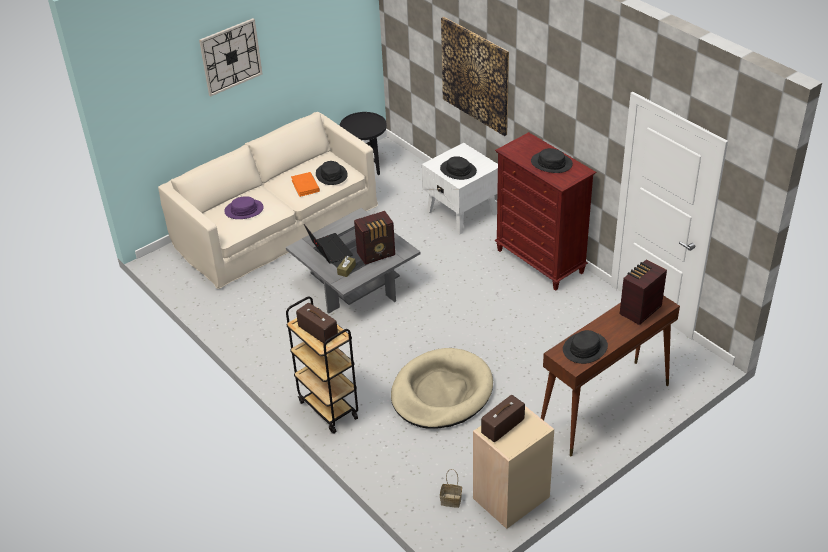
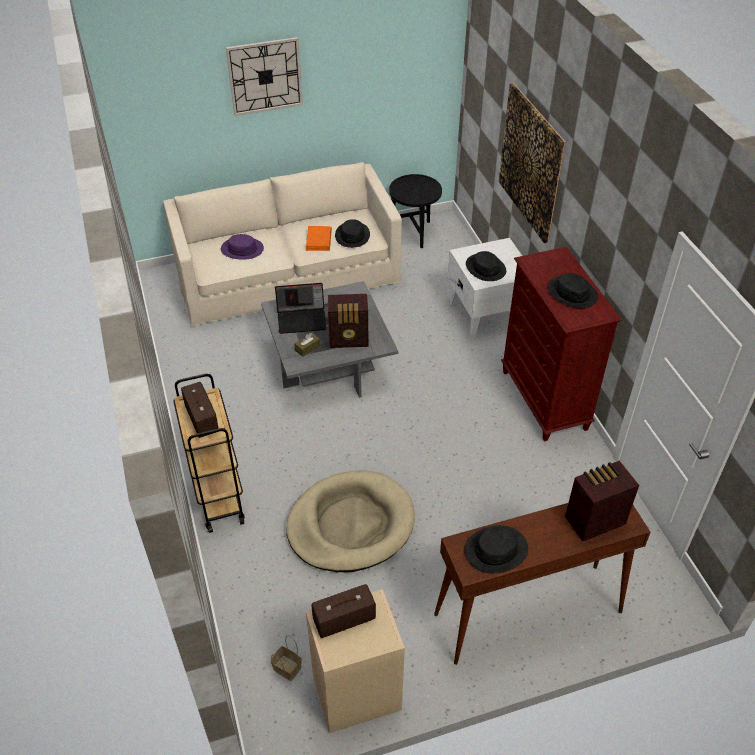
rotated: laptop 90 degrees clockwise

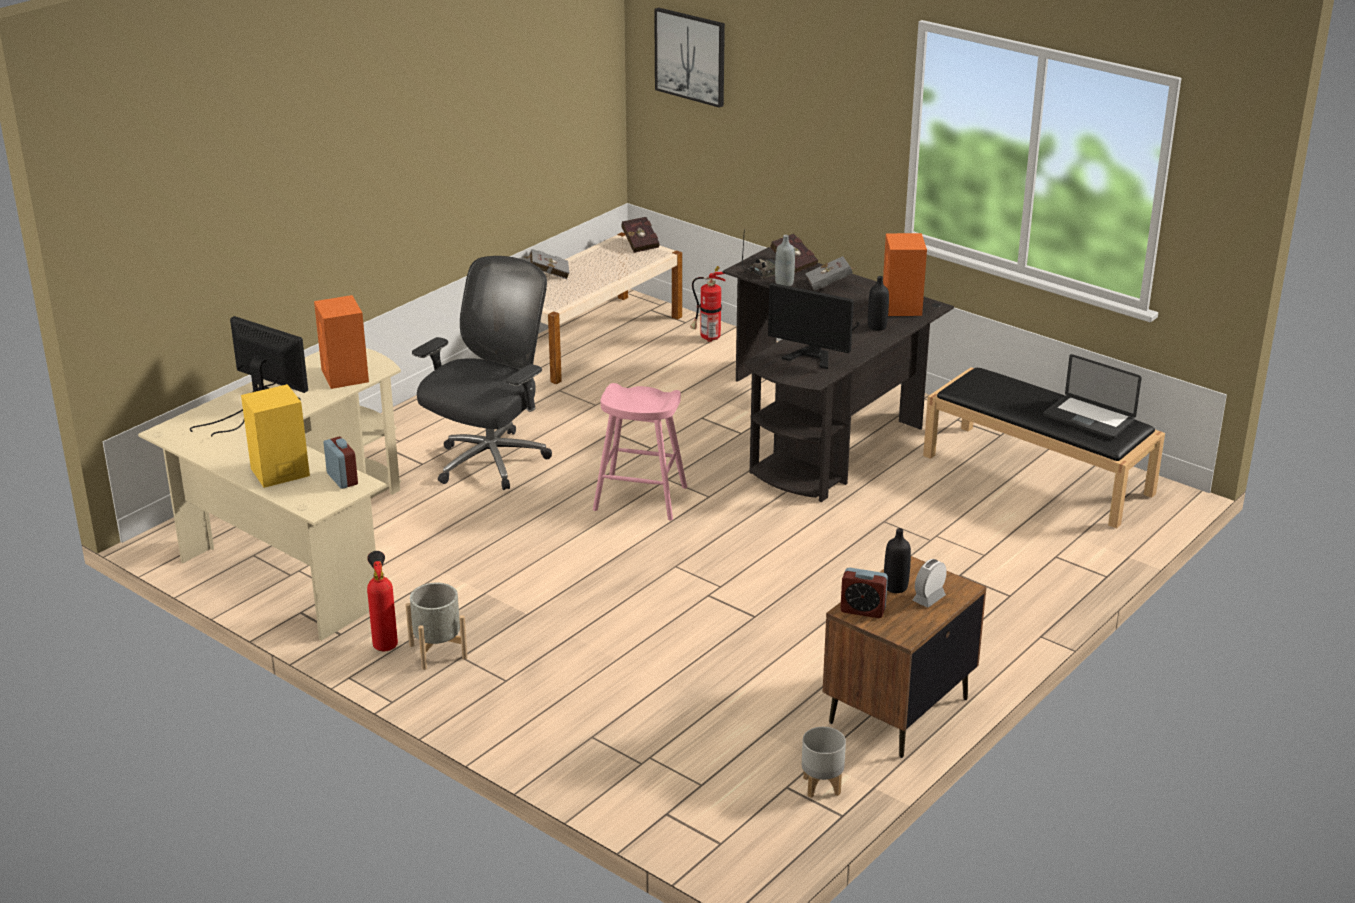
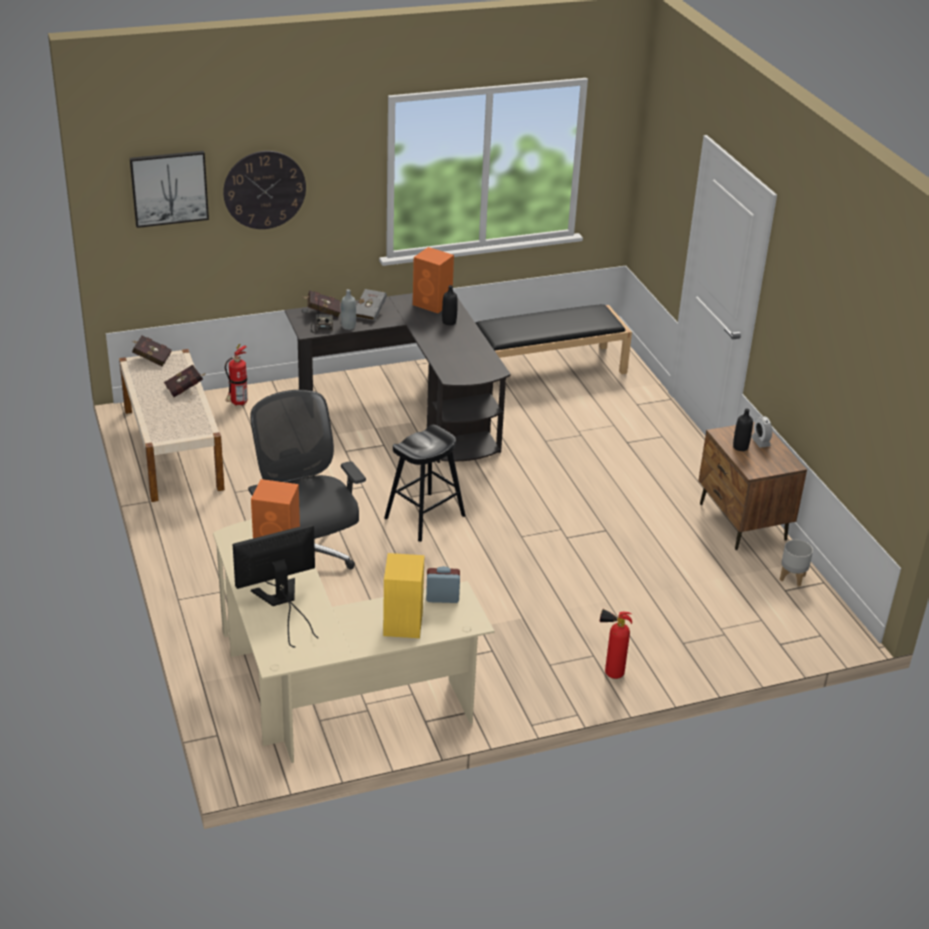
gone: grey planter (no. 1 from left); grey book (no. 1 from left); monitor (no. 2 from left); alarm clock (no. 2 from left); laptop
new: red book (no. 2 from left); wall clock
shifted: fire extinguisher (no. 1 from left in the first image) to fire extinguisher (no. 2 from left)
repainted: pink stool to black stool

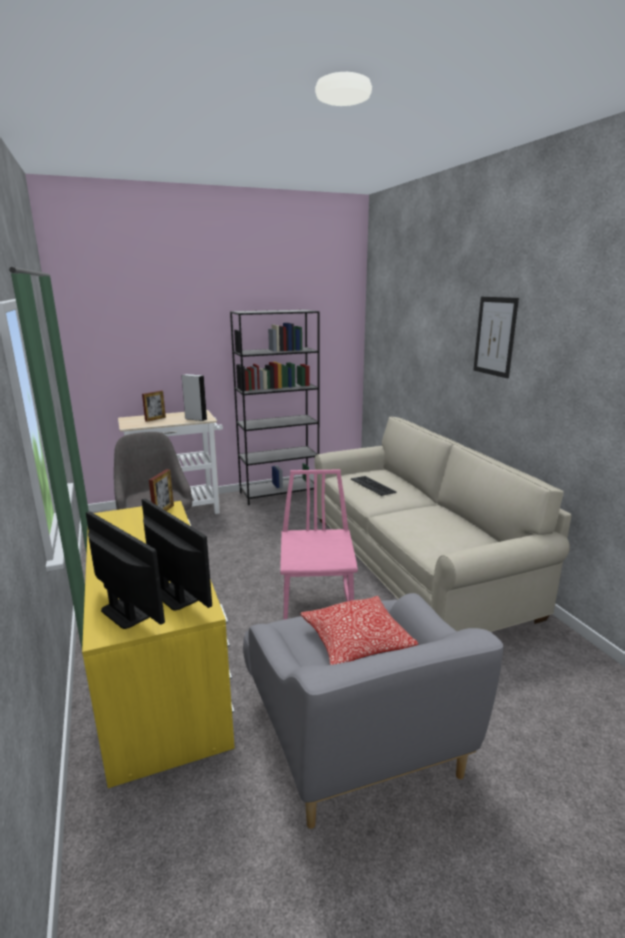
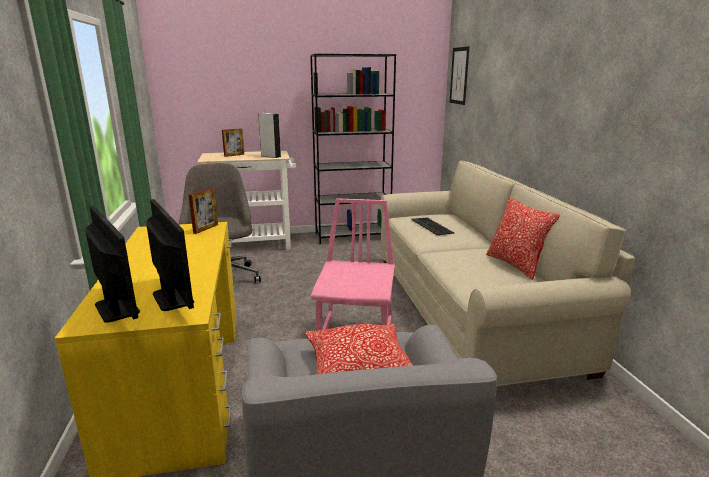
new: pillow (no. 2 from left)
shifted: picture

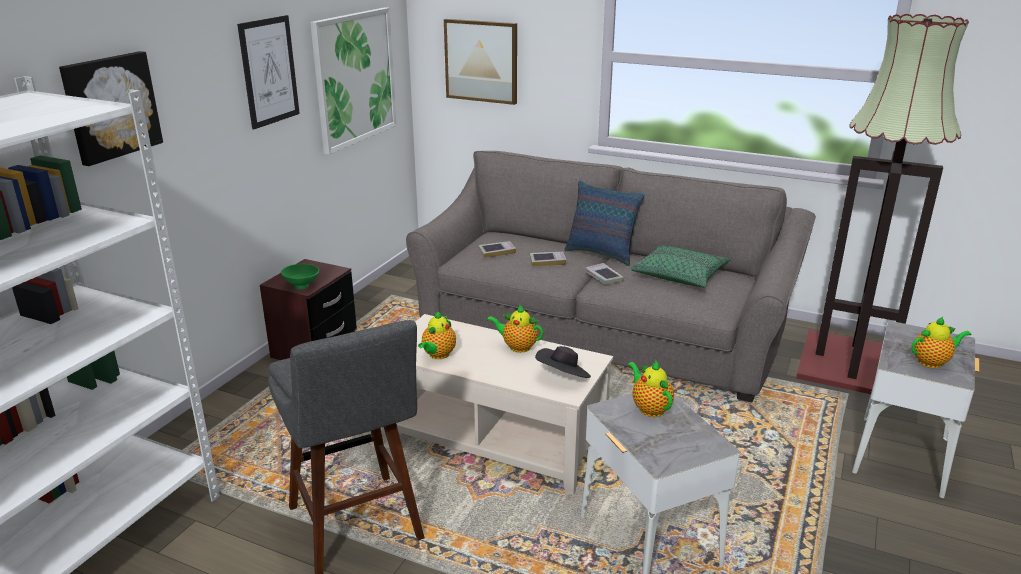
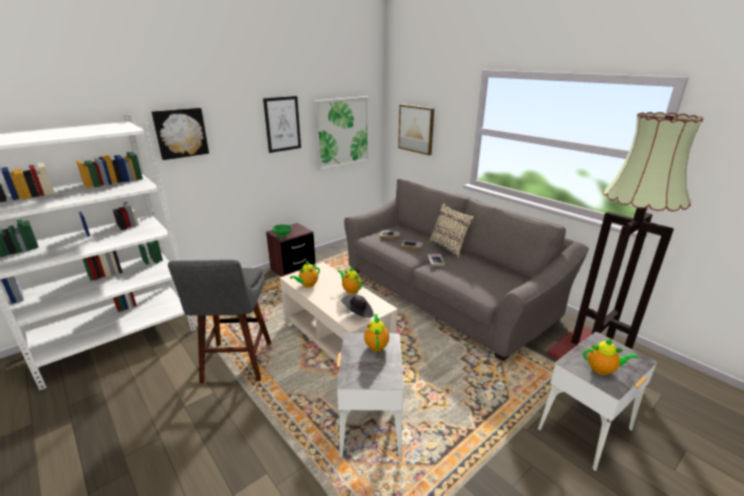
gone: green pillow
repainted: blue pillow to beige pillow

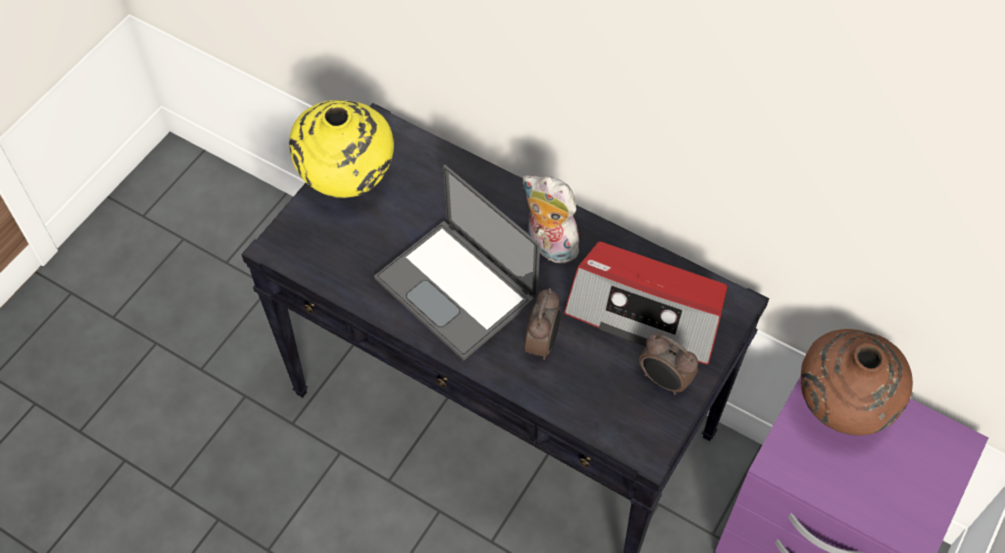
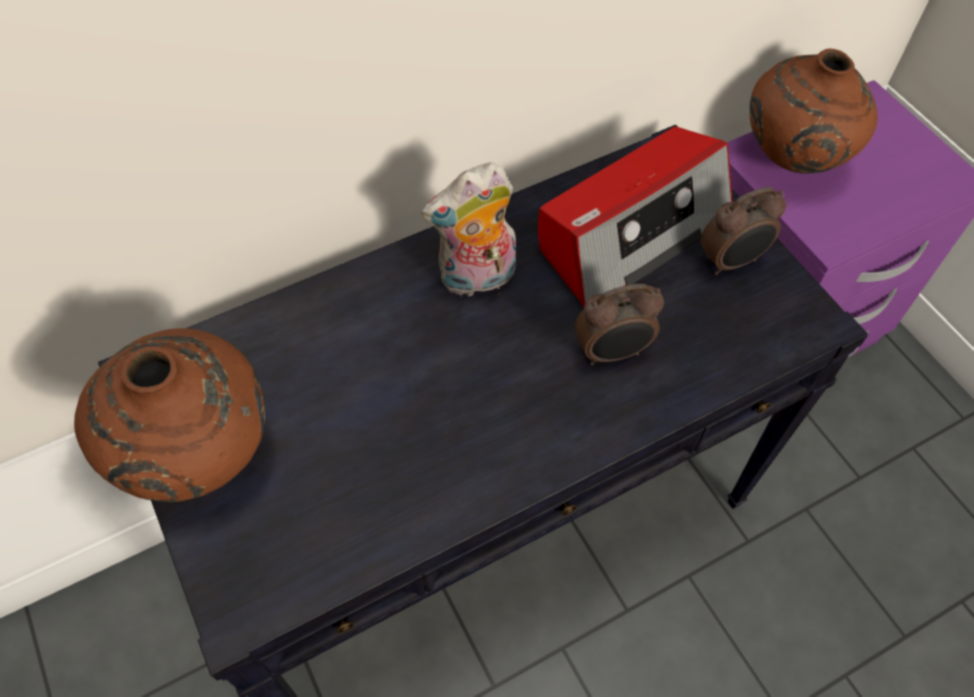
gone: laptop
repainted: yellow vase to brown vase (no. 1 from left)
rotated: alarm clock (no. 1 from left) 120 degrees clockwise

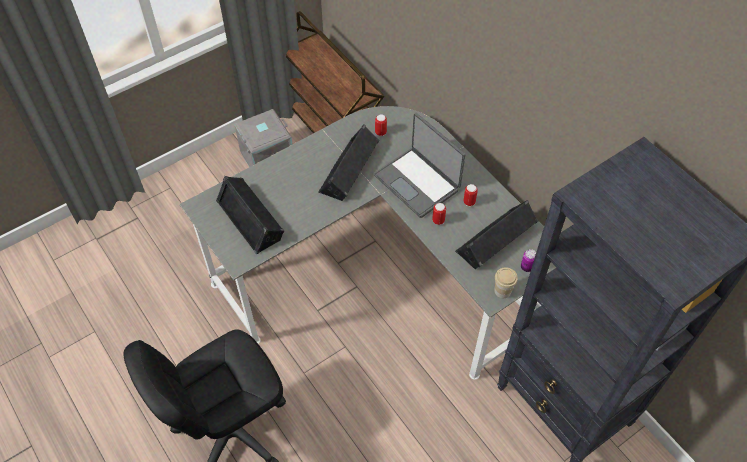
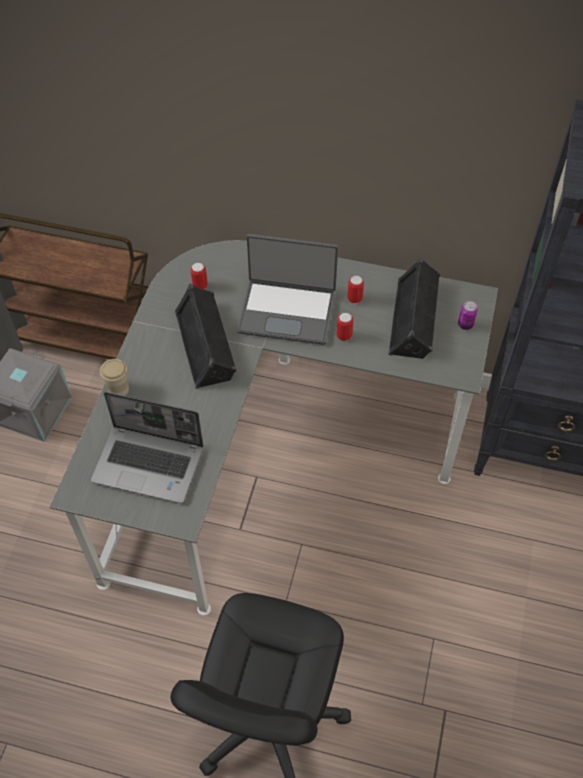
shifted: cup
swapped: black speaker (no. 1 from left) to laptop (no. 1 from left)

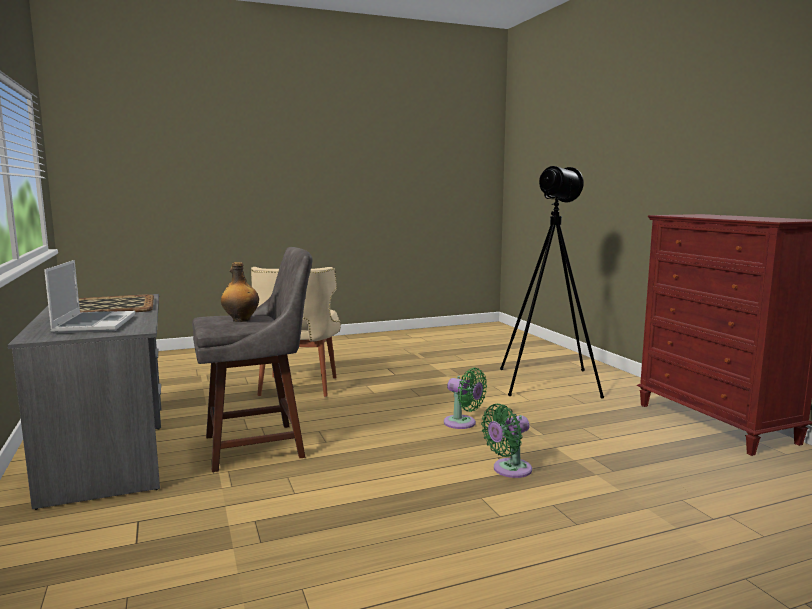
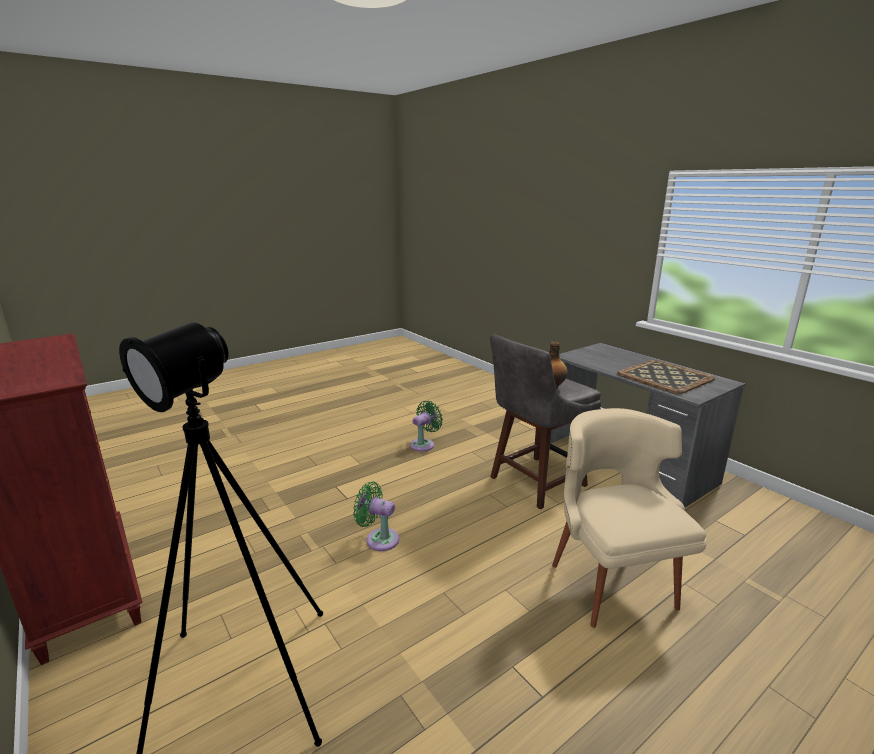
gone: laptop
shifted: green fan (no. 2 from left)

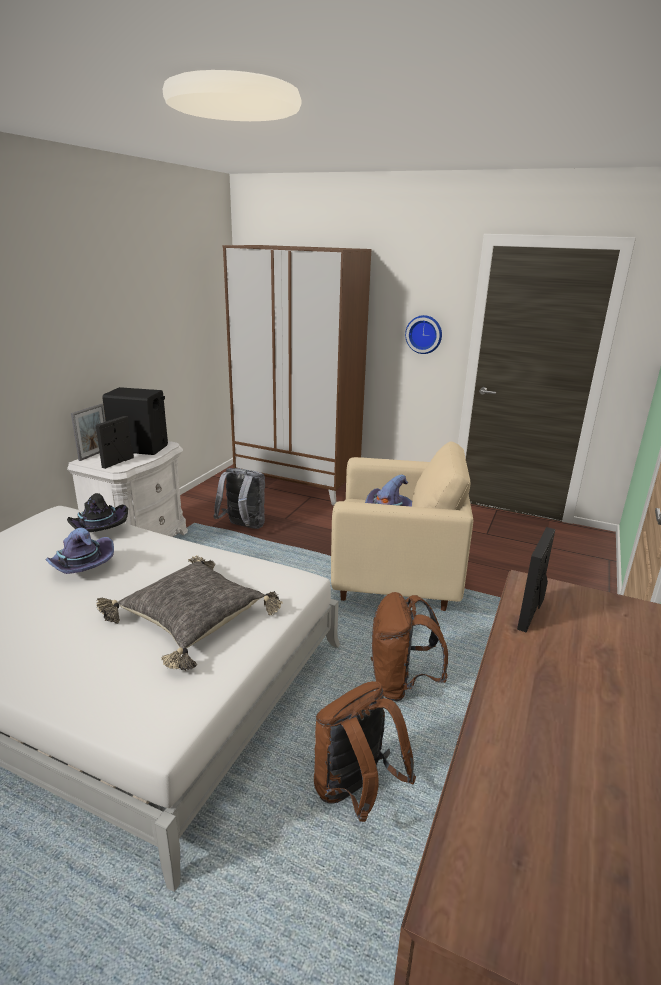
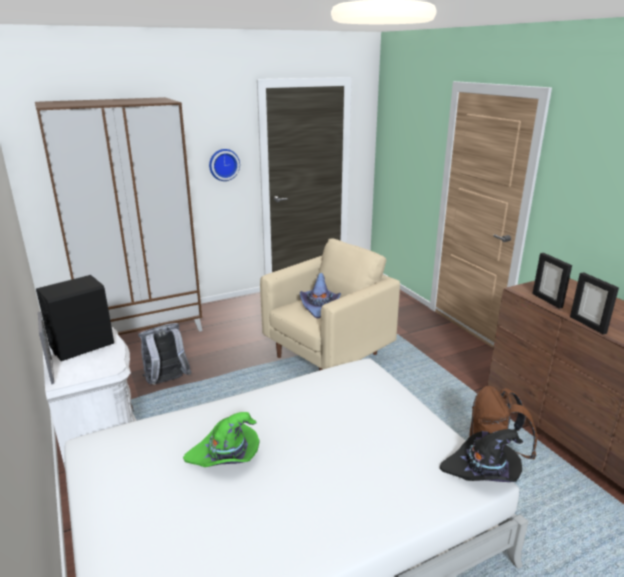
gone: pillow; brown backpack (no. 2 from left)
shifted: black hat; picture frame (no. 2 from left in the first image) to picture frame (no. 3 from left)
repainted: purple hat (no. 1 from left) to green hat

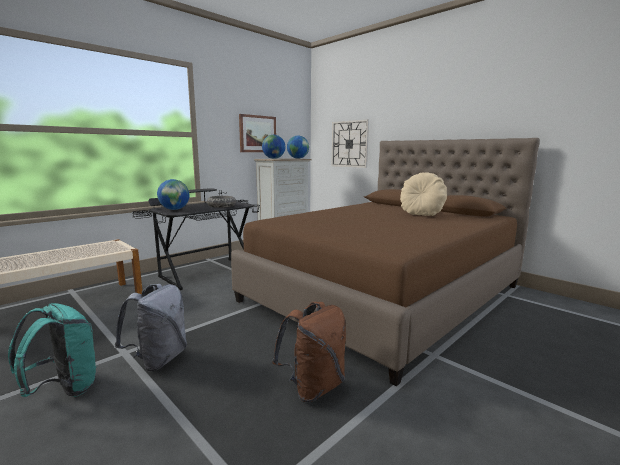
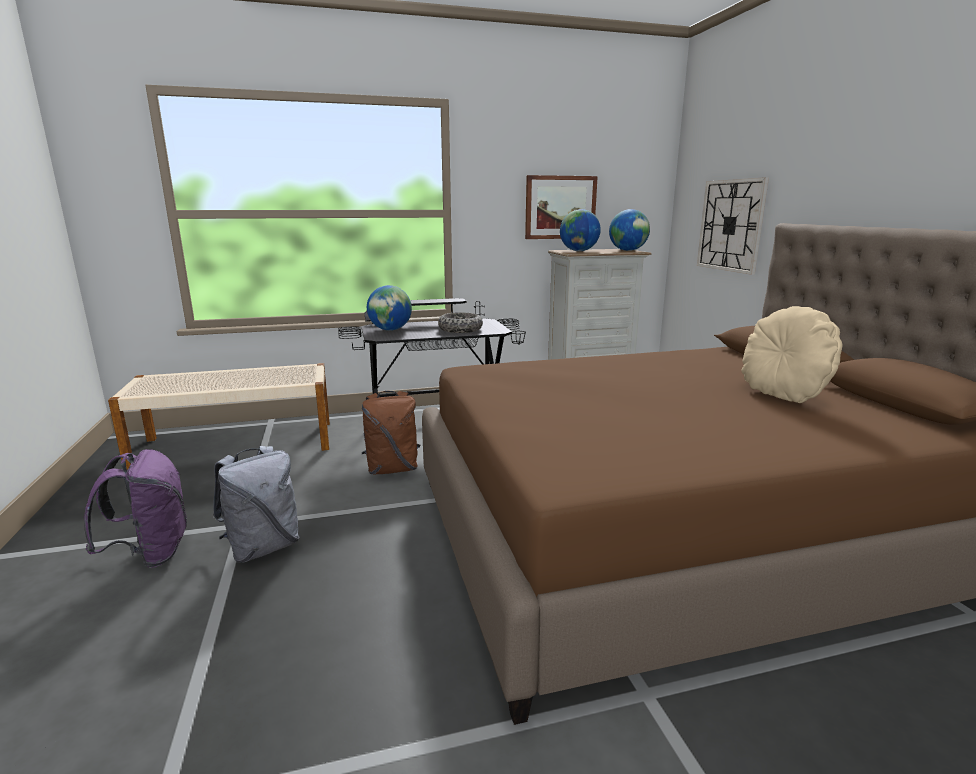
shifted: brown backpack
repainted: turquoise backpack to purple backpack

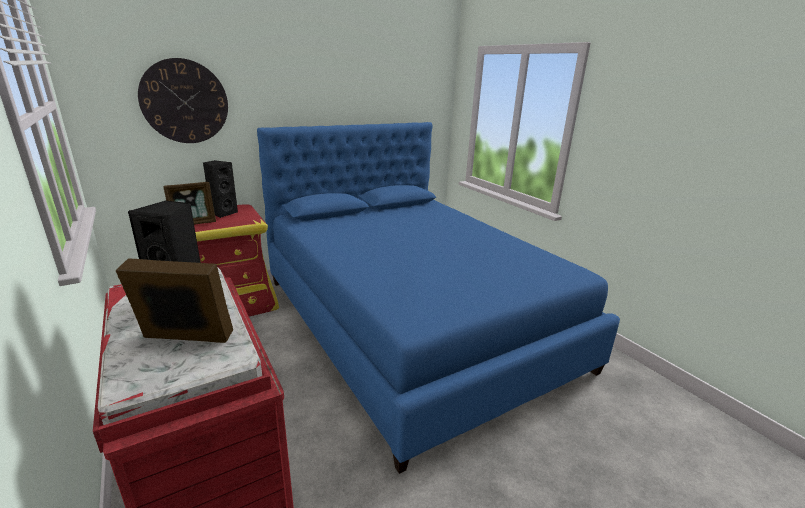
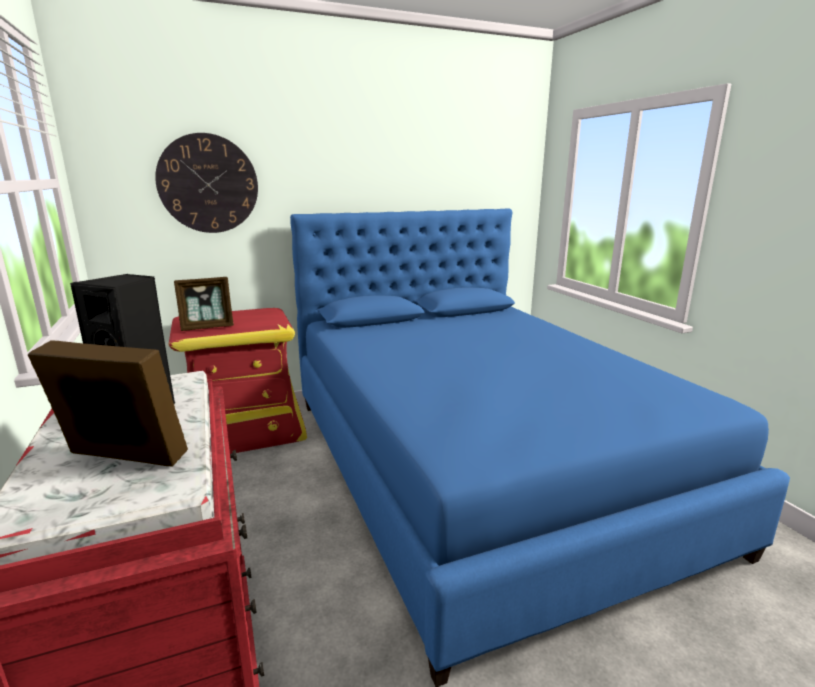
gone: black speaker (no. 2 from left)

